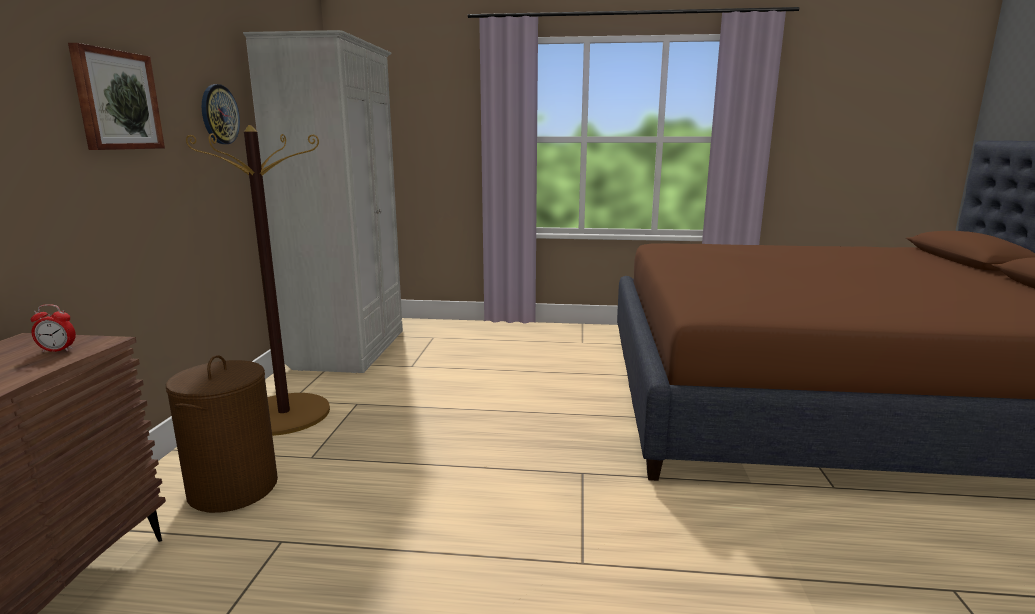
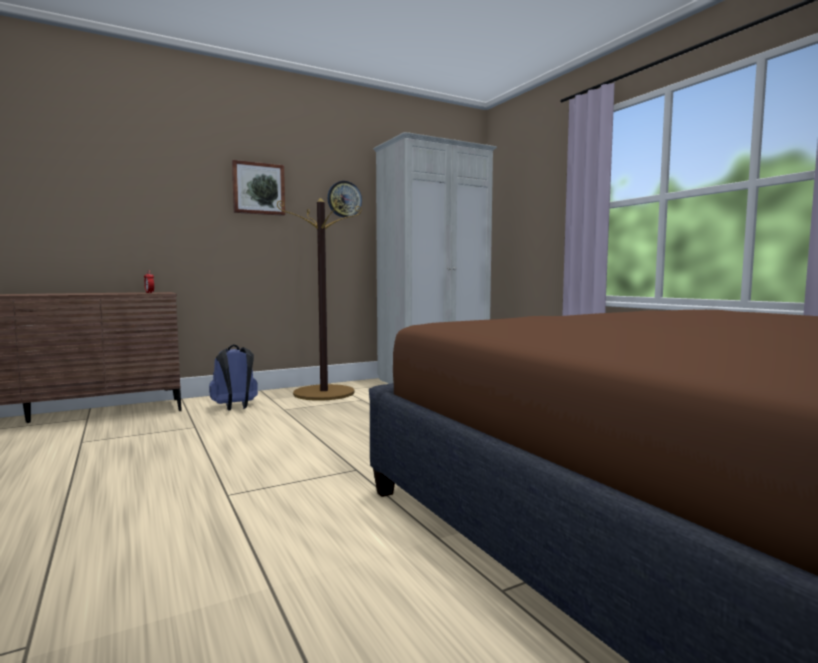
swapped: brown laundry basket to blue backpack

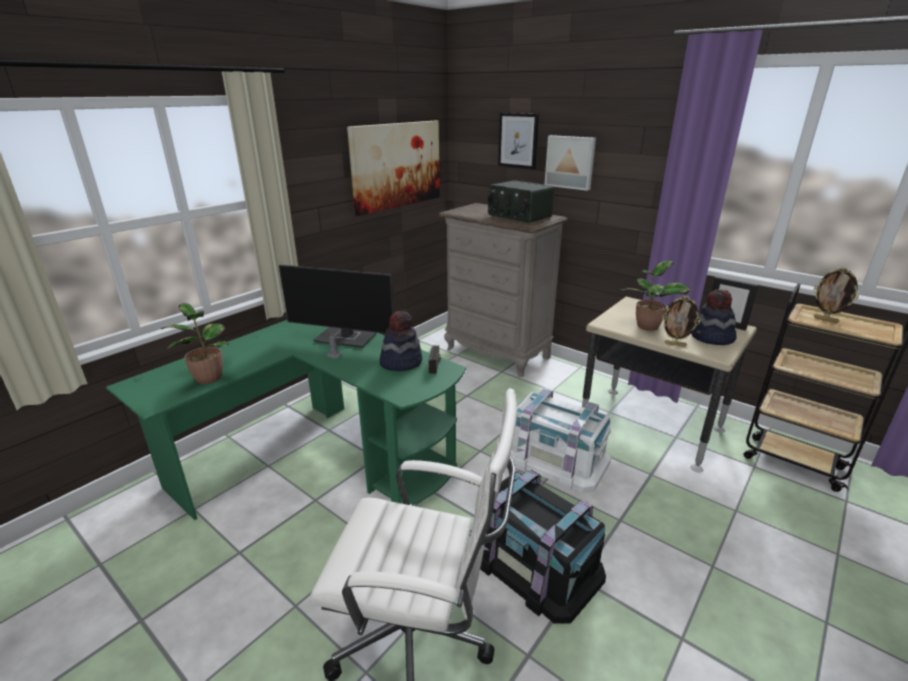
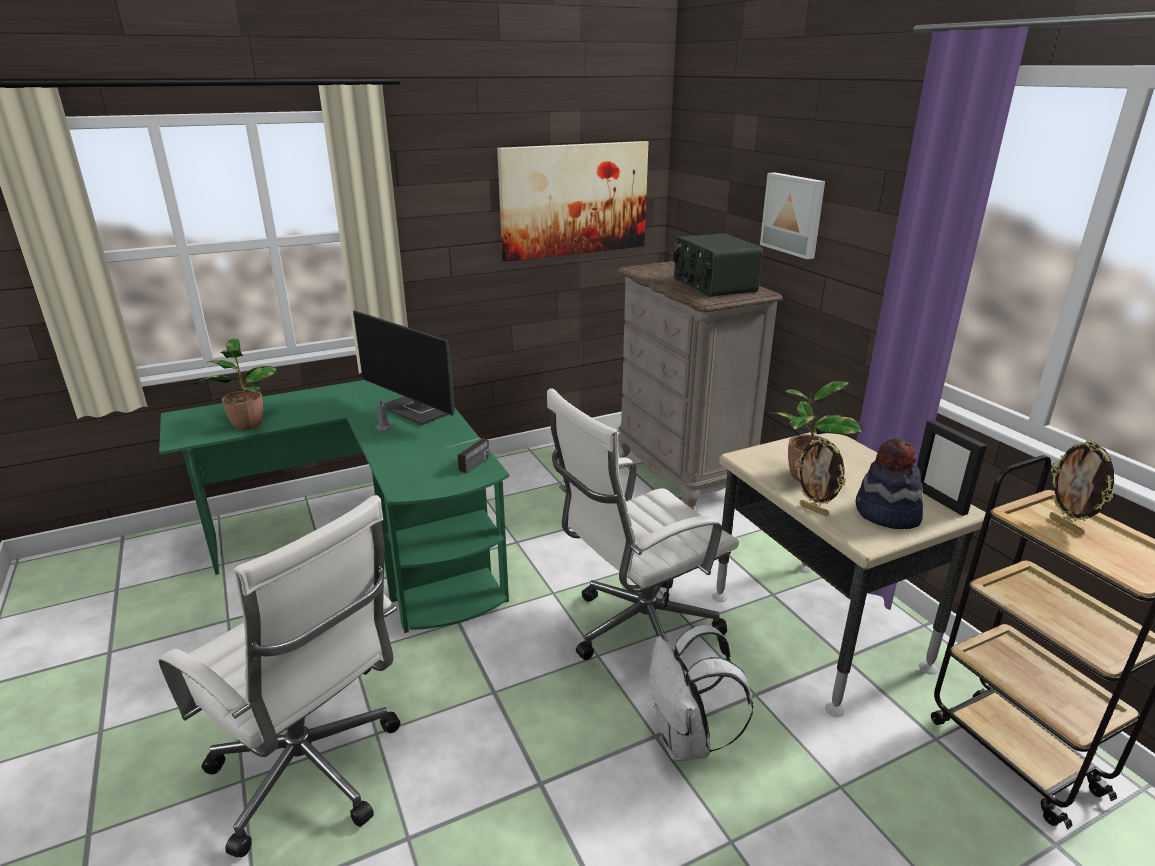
gone: hat (no. 1 from left); black storage box; picture (no. 2 from left)
new: white backpack
swapped: white storage box to white office chair (no. 2 from left)

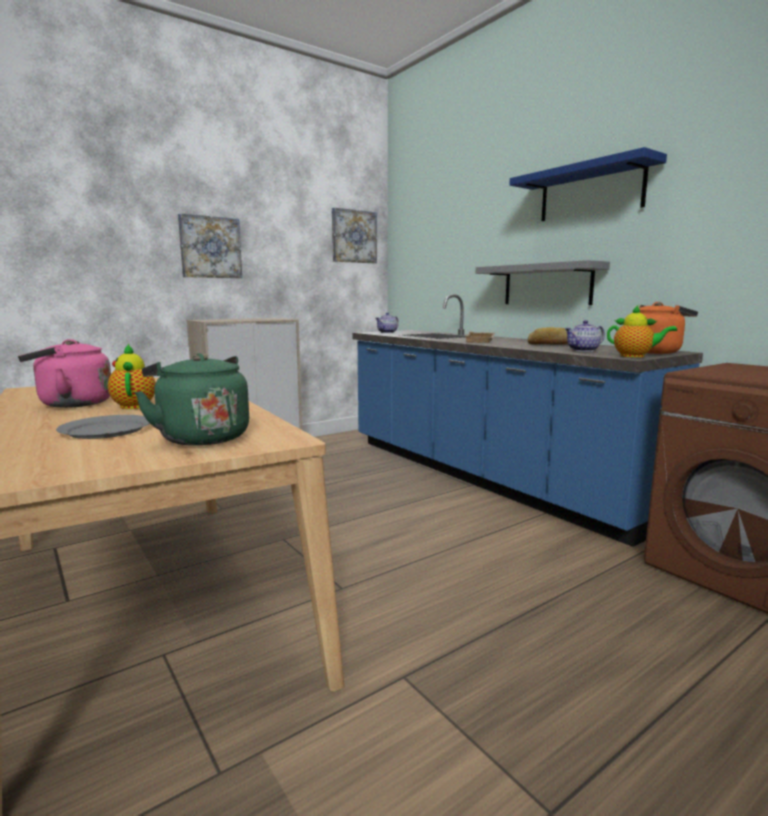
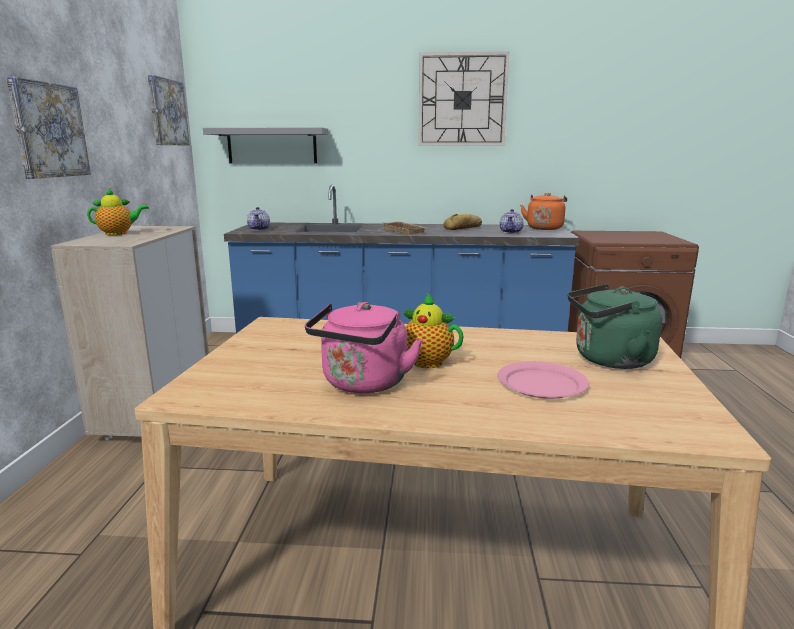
shifted: grey shelf; teapot (no. 4 from left in the first image) to teapot (no. 1 from left)
swapped: blue shelf to wall clock
repainted: grey plate to pink plate

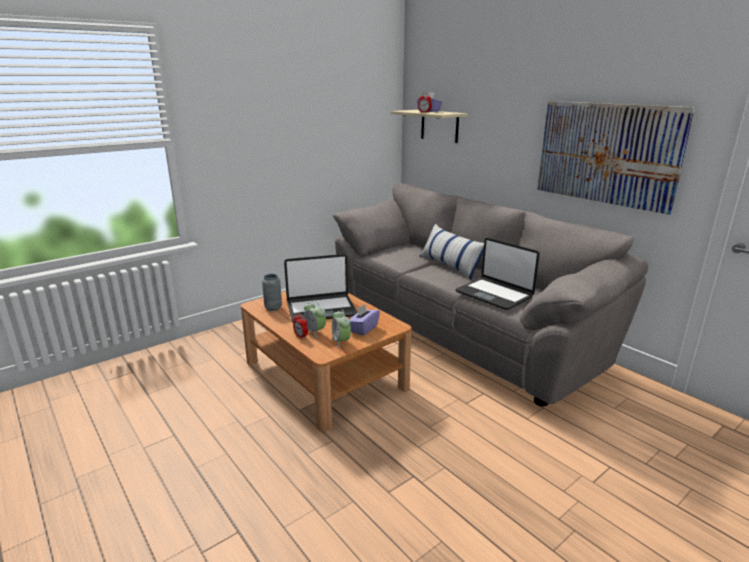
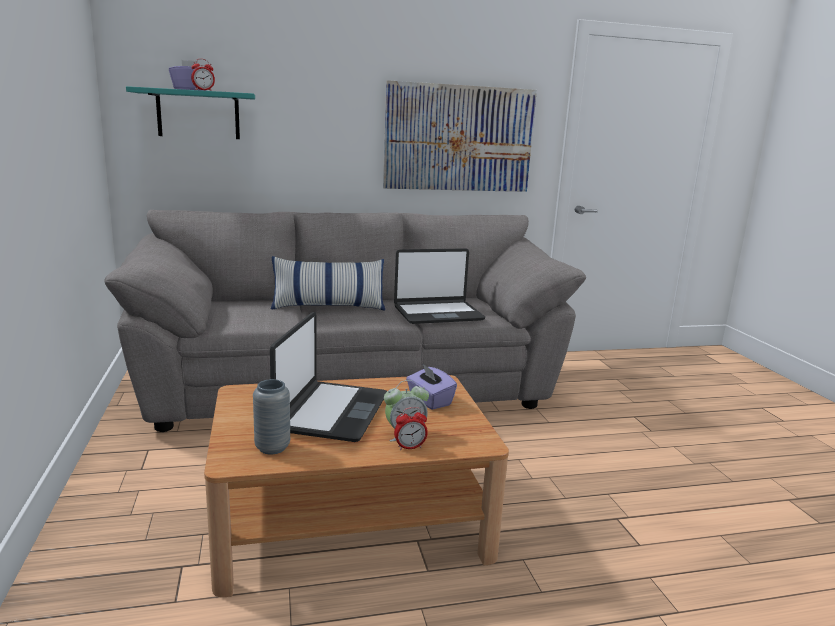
gone: alarm clock (no. 3 from left)
repainted: beige shelf to turquoise shelf

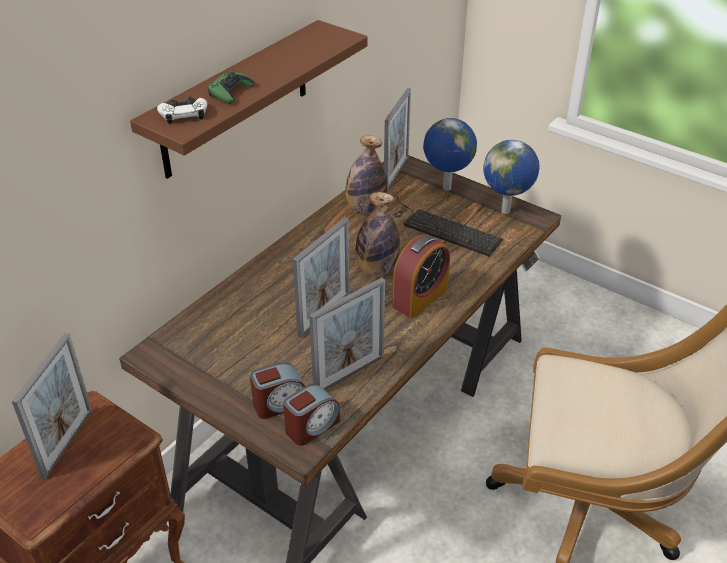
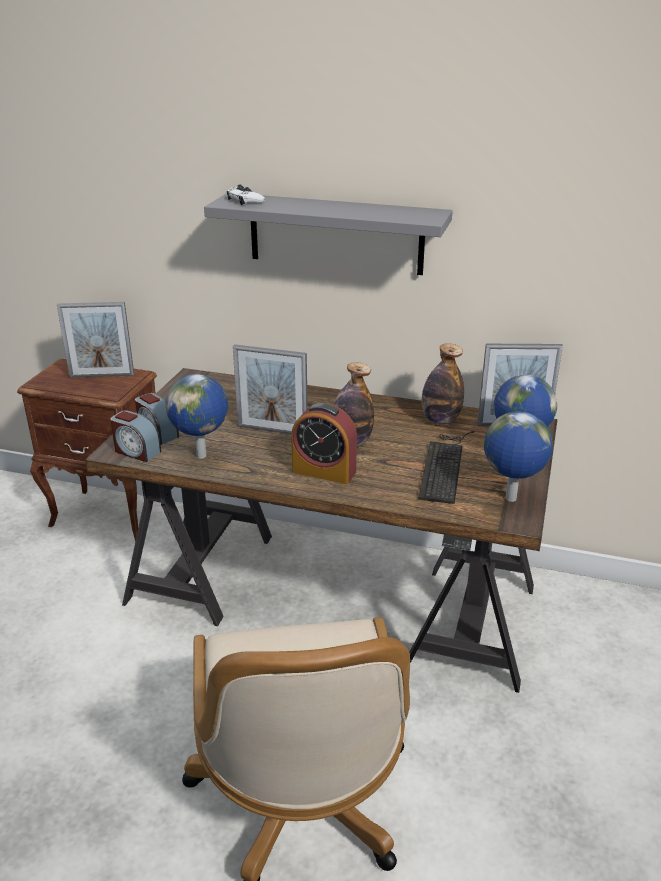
gone: green game controller
swapped: picture frame (no. 3 from left) to globe (no. 1 from left)
repainted: brown shelf to grey shelf

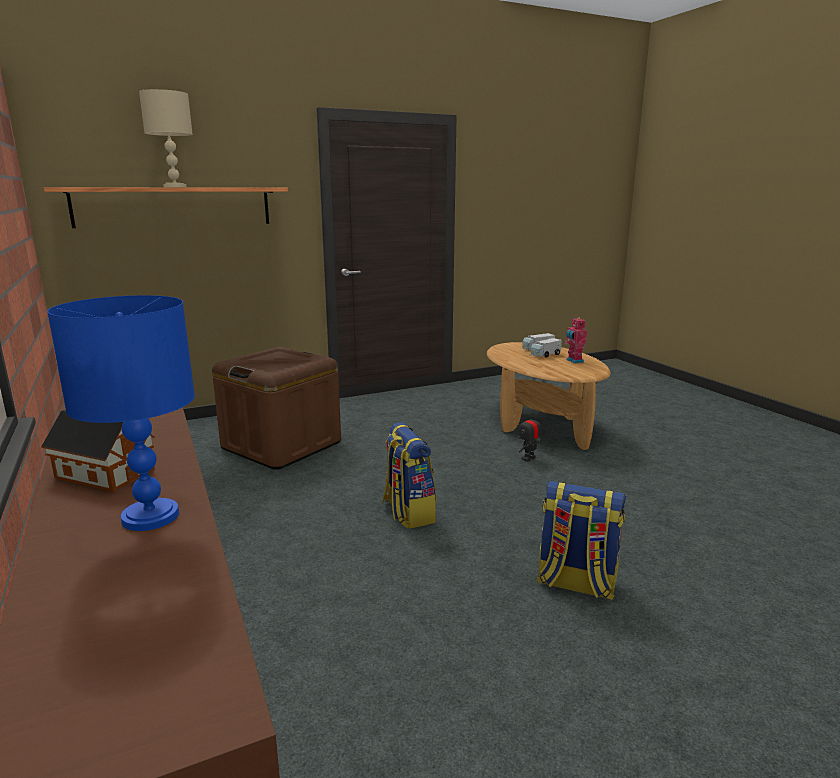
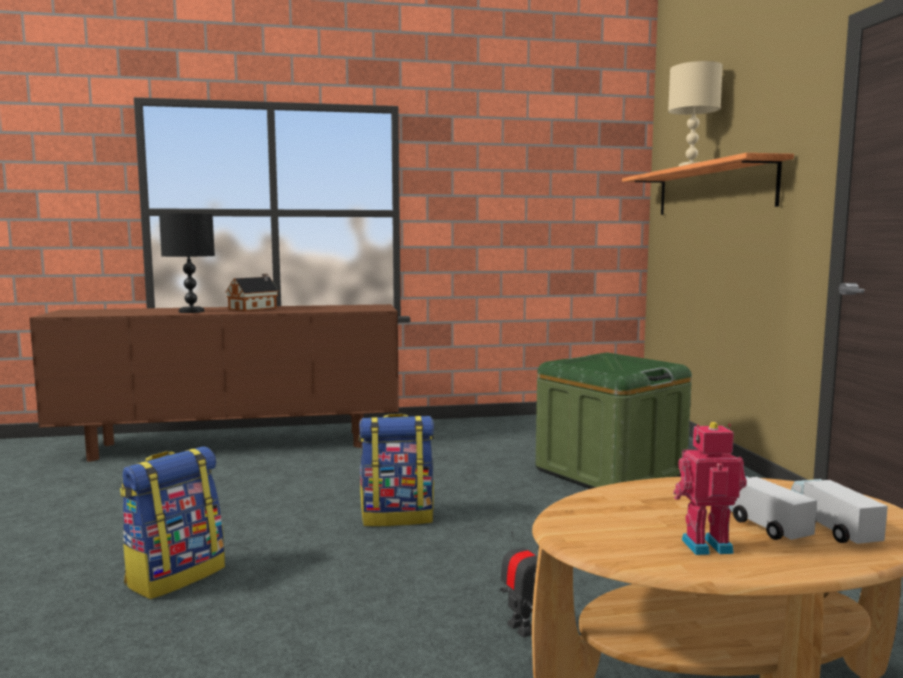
repainted: blue table lamp to black table lamp; brown storage box to green storage box

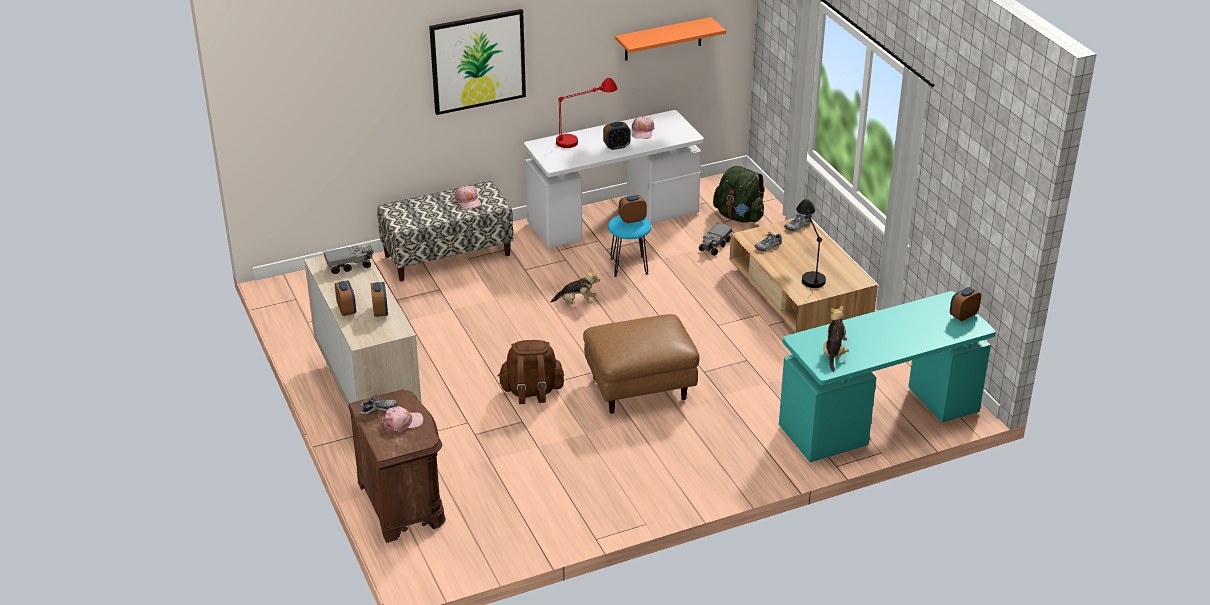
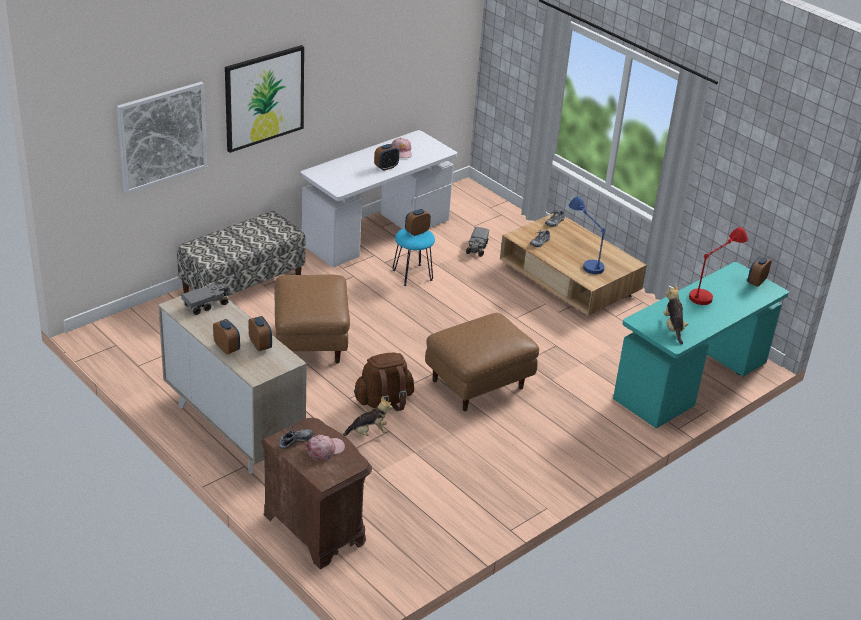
gone: pink cap (no. 2 from left); orange shelf; green backpack
new: picture (no. 1 from left); brown ottoman (no. 1 from left)
shifted: plush toy (no. 1 from left); red table lamp
repainted: black table lamp to blue table lamp

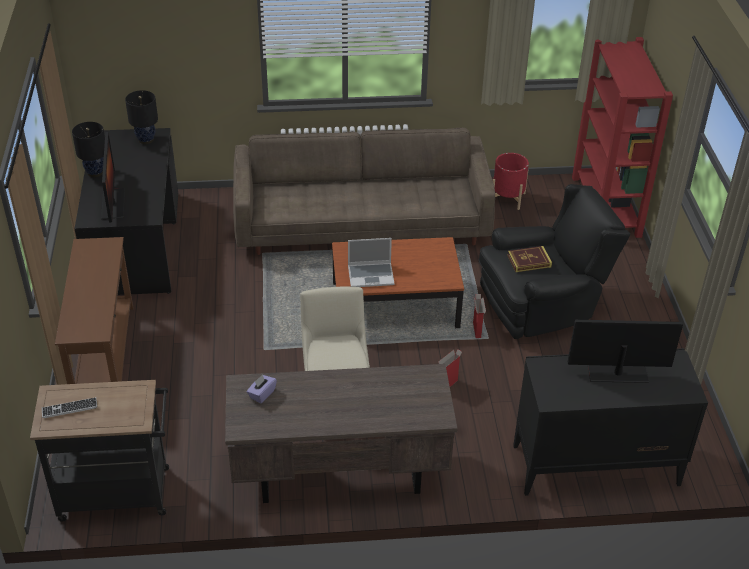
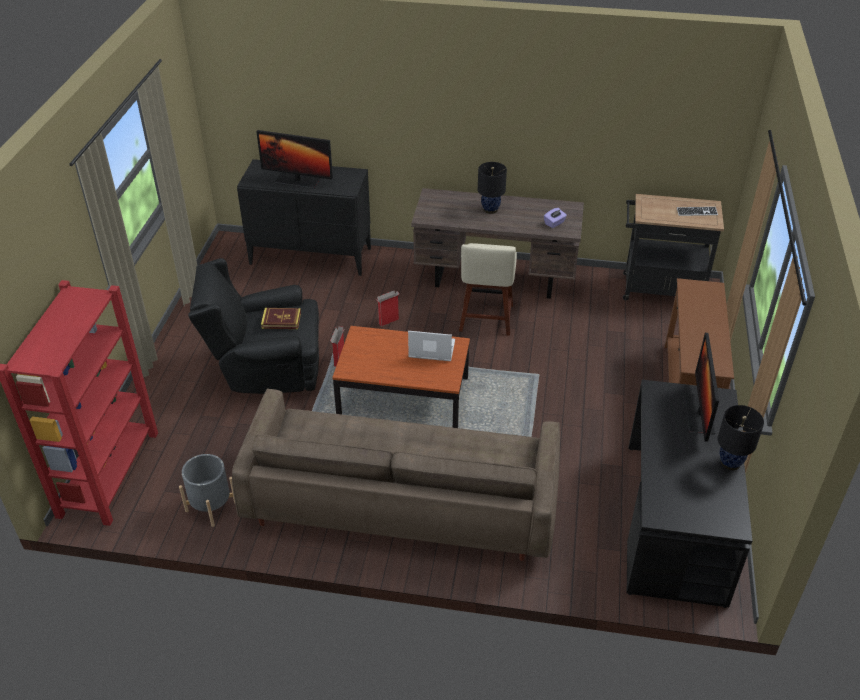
shifted: black table lamp (no. 2 from left in the first image) to black table lamp (no. 1 from left)
repainted: red planter to grey planter

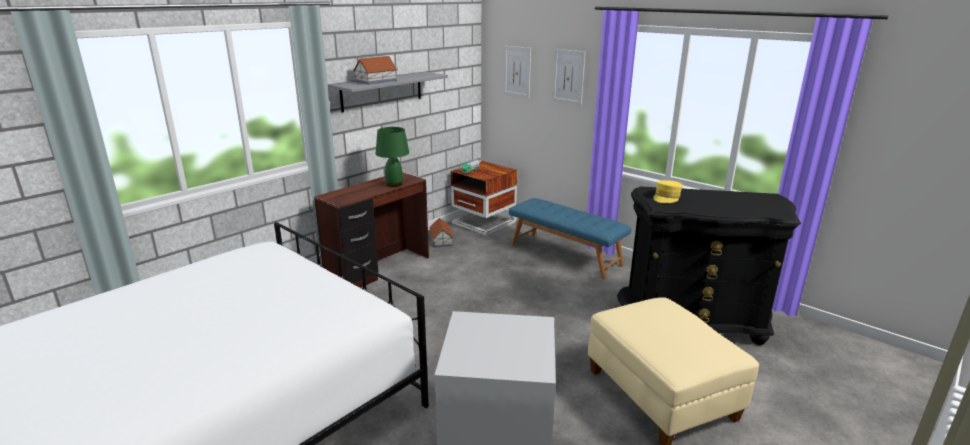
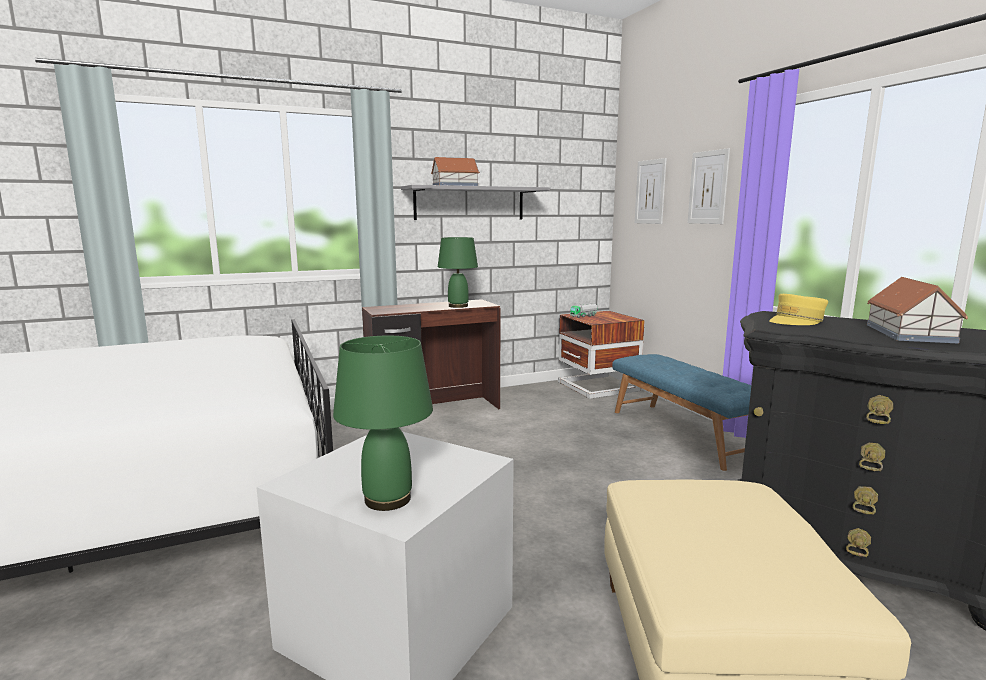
new: green table lamp (no. 1 from left)
shifted: toy house (no. 2 from left)

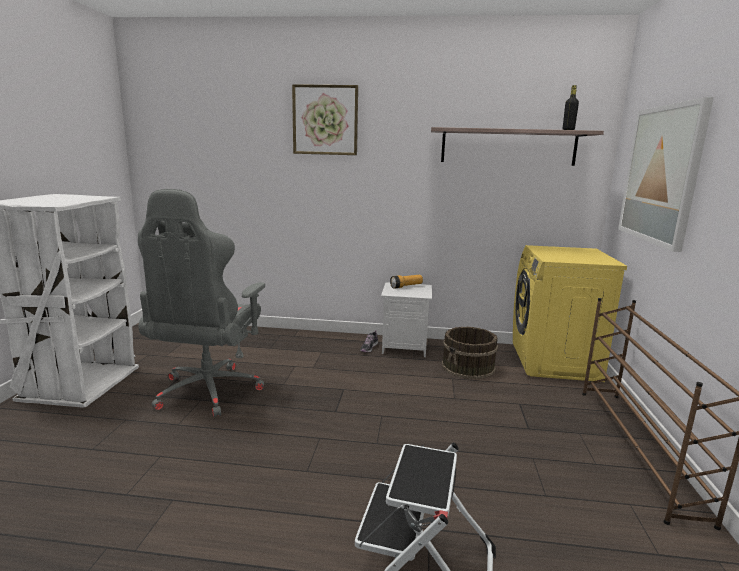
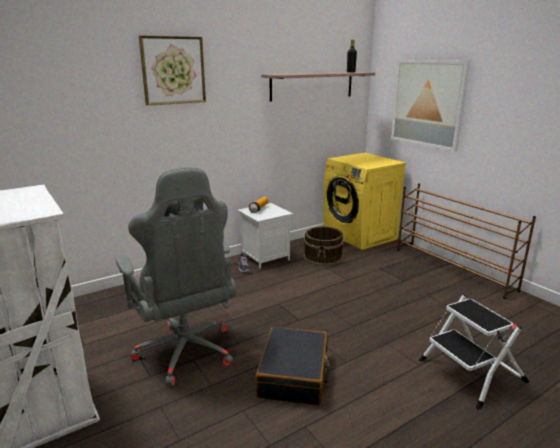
new: black suitcase

